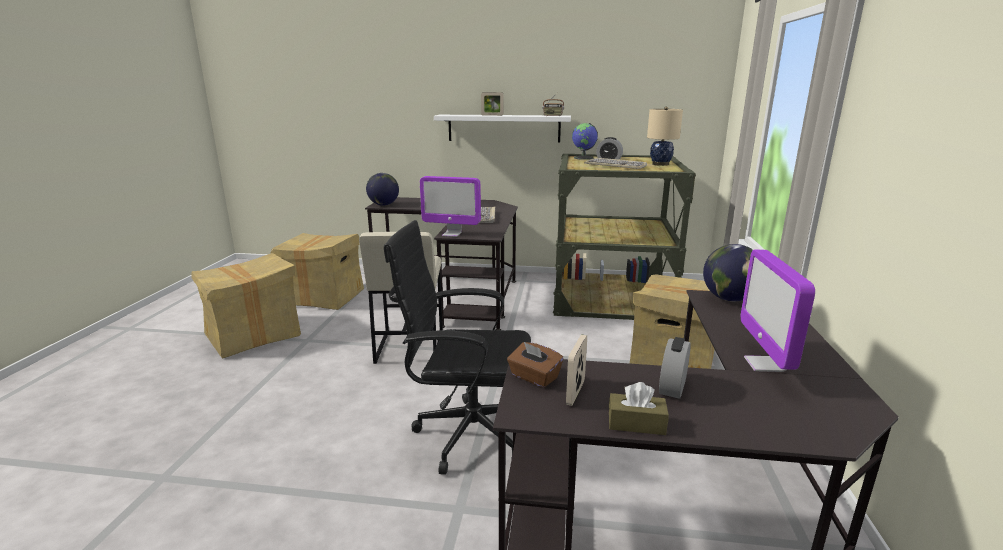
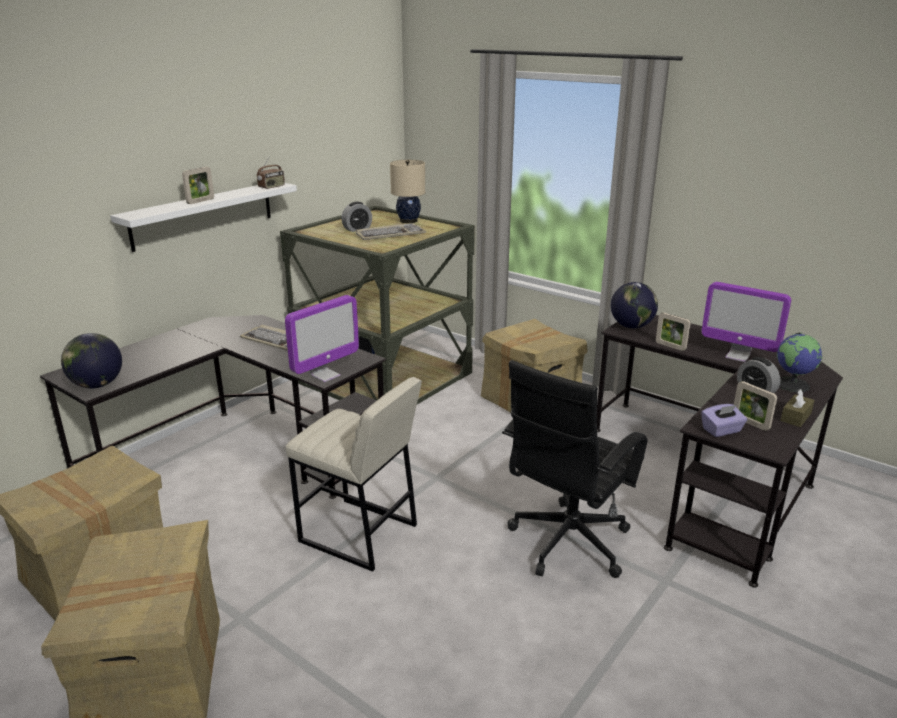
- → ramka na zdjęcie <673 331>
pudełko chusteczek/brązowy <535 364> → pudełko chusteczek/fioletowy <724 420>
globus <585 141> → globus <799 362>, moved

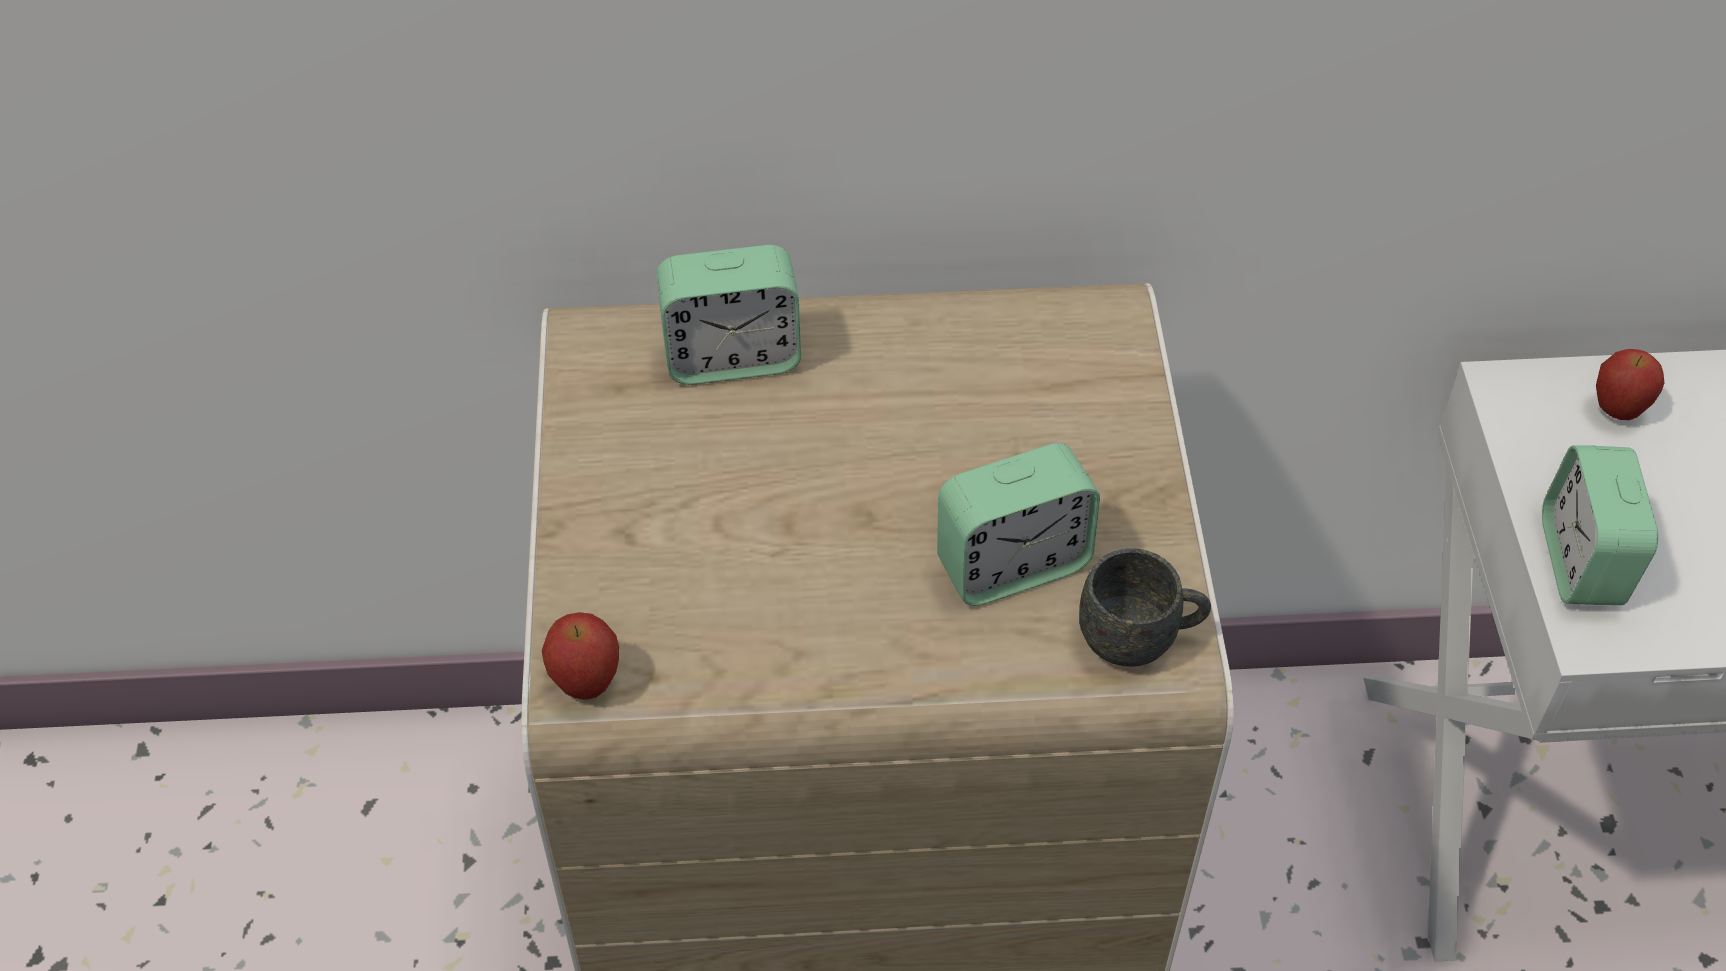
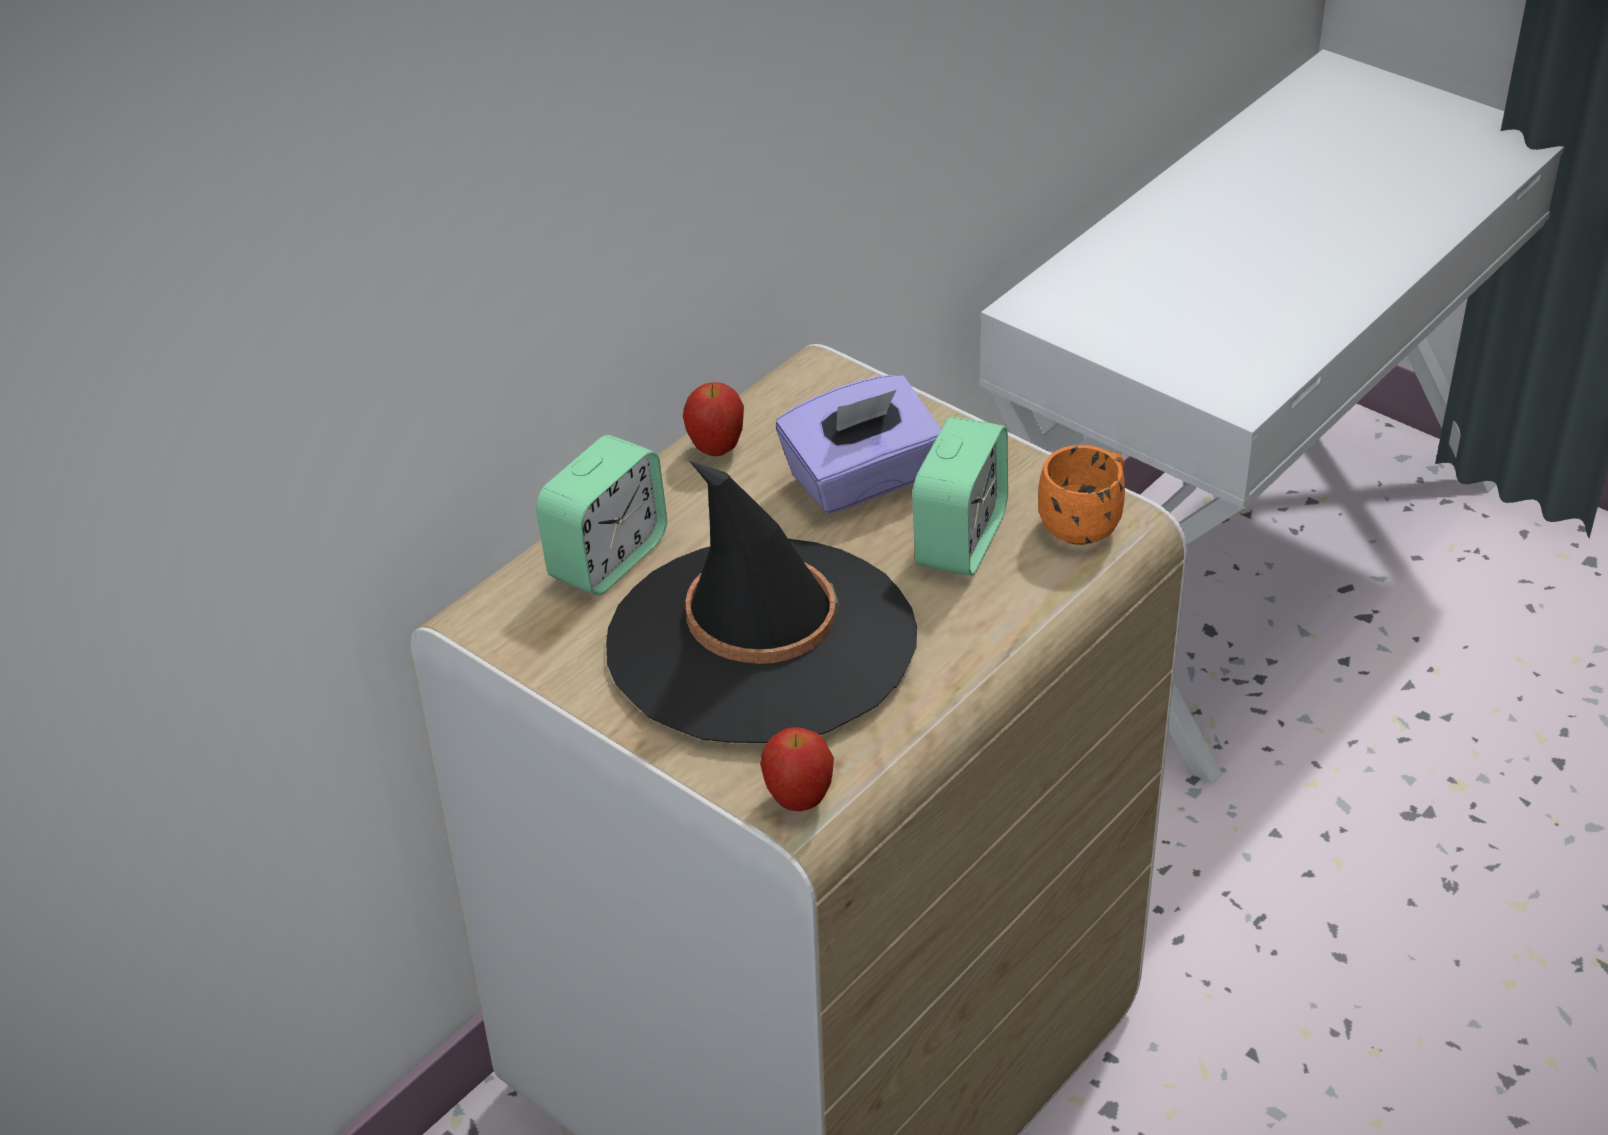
- → kapelusz/czarny <761 602>
jabłko <1630 384> → jabłko <713 419>, moved
- → pudełko chusteczek/fioletowy <858 444>
kubek/szary <1145 607> → kubek/pomarańczowy <1081 495>
budzik <1600 525> → -

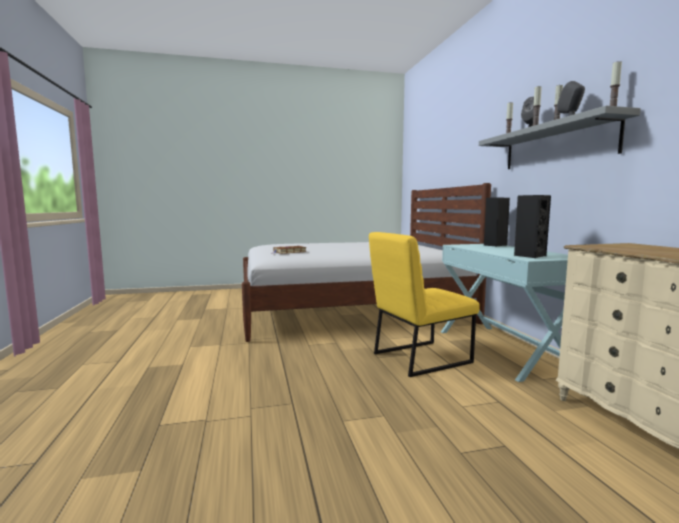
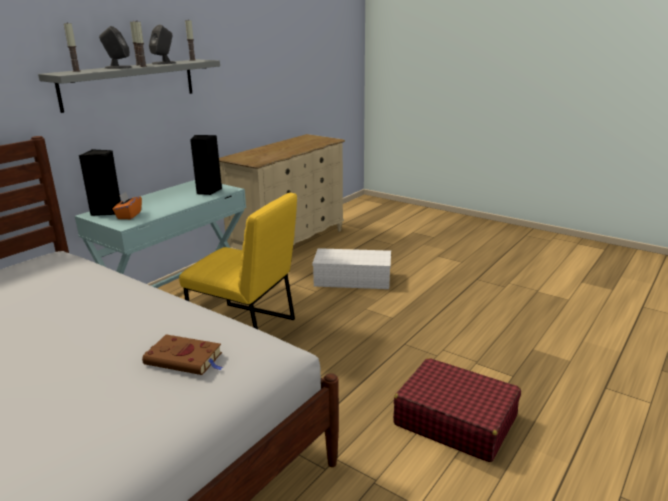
- → pudełko chusteczek/pomarańczowy <127 205>
- → pojemnik do przechowywania/biały <351 268>
- → walizka/czerwony <457 410>

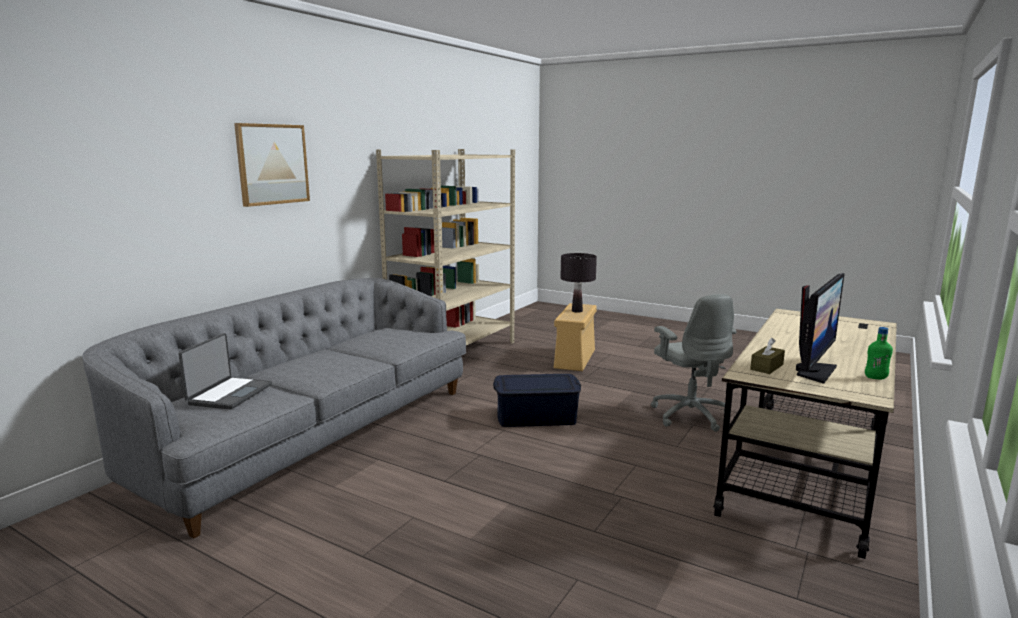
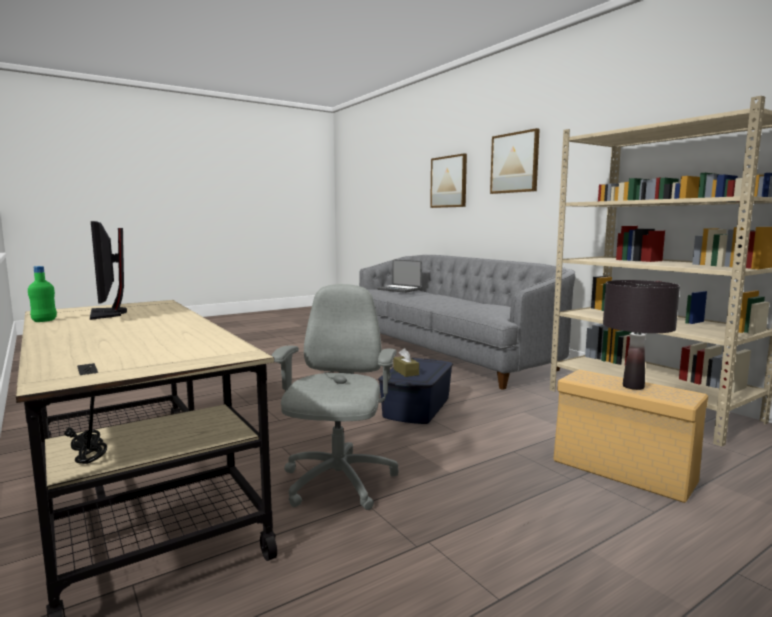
krzesło biurowe/szary <694 363> → krzesło biurowe/szary <335 397>, 90 degrees clockwise
pudełko chusteczek/brązowy <767 356> → pudełko chusteczek/brązowy <406 362>, moved
- → obraz <448 180>

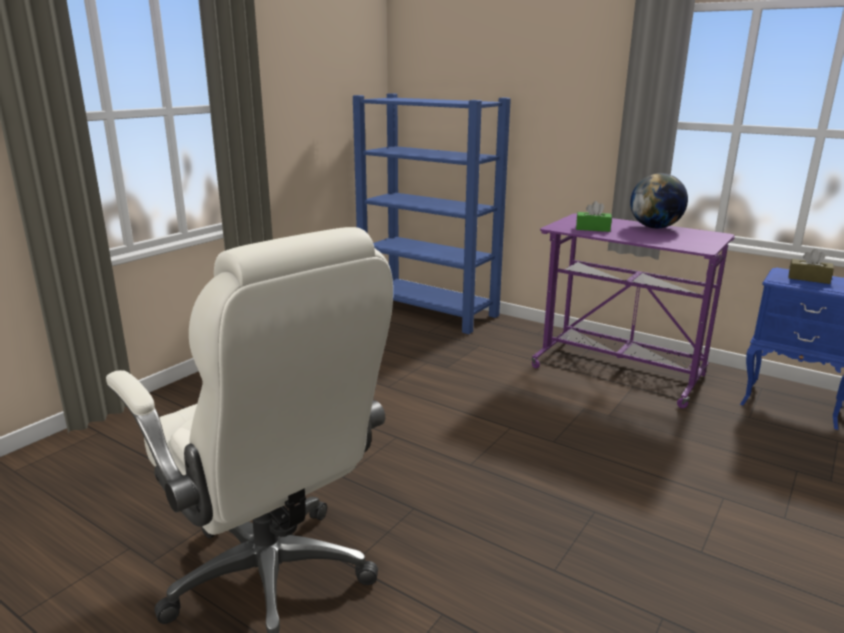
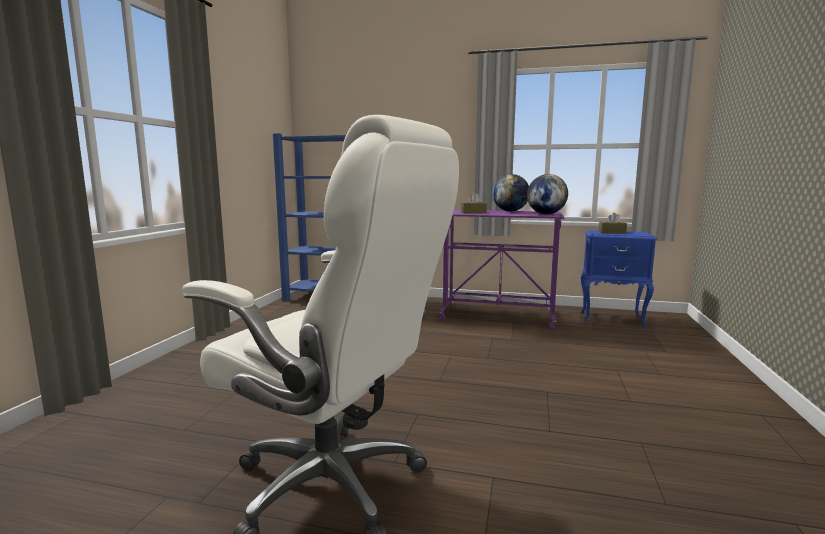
pudełko chusteczek/zielony <594 216> → pudełko chusteczek/brązowy <474 203>
- → globus <547 194>

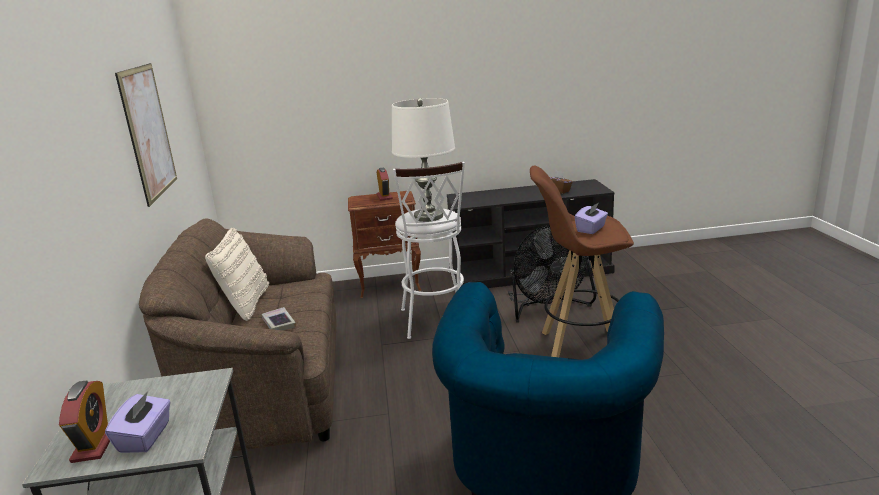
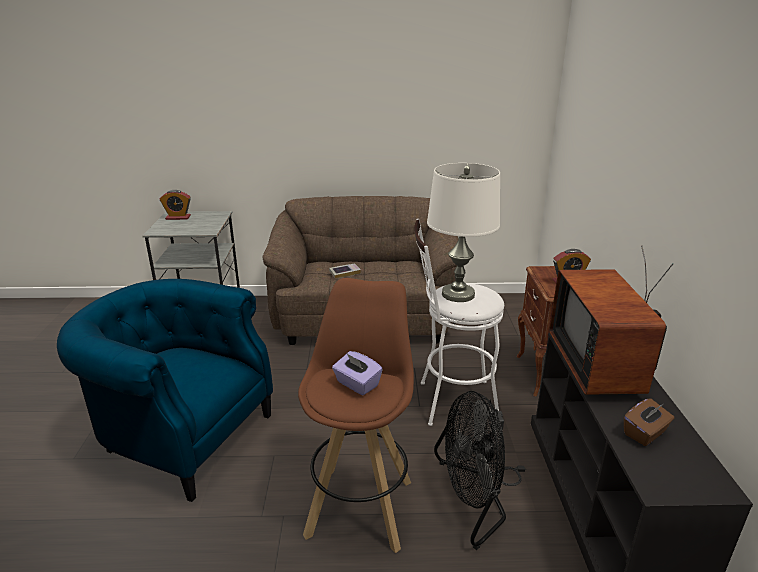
- → telewizor <611 320>
pudełko chusteczek/fioletowy <138 422> → -
obraz <146 135> → -
poduszka/beżowy <237 274> → -

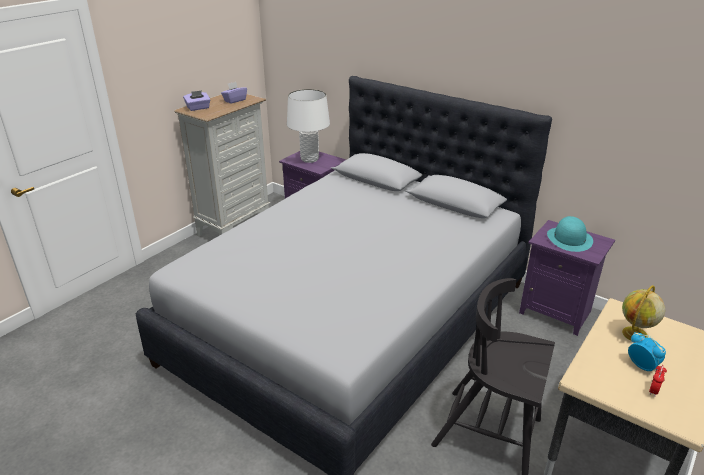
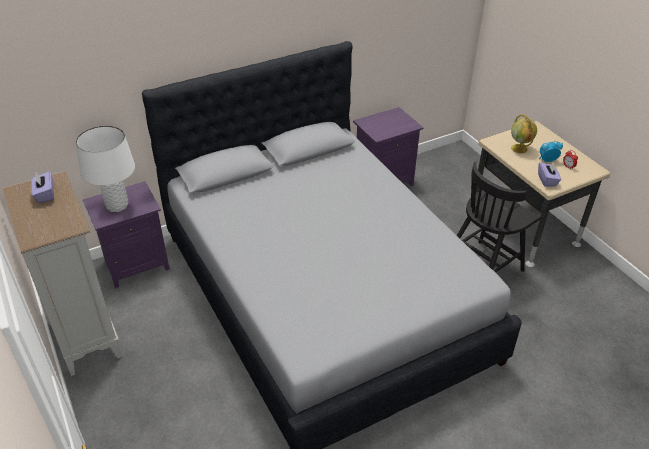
pudełko chusteczek/fioletowy <196 100> → pudełko chusteczek/fioletowy <549 174>, moved
kapelusz/turkusowy <570 234> → -

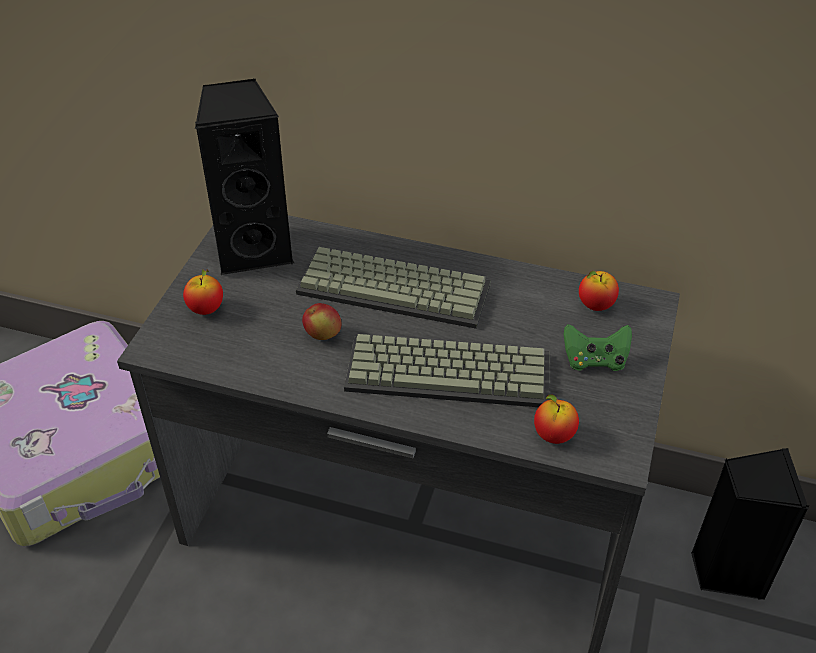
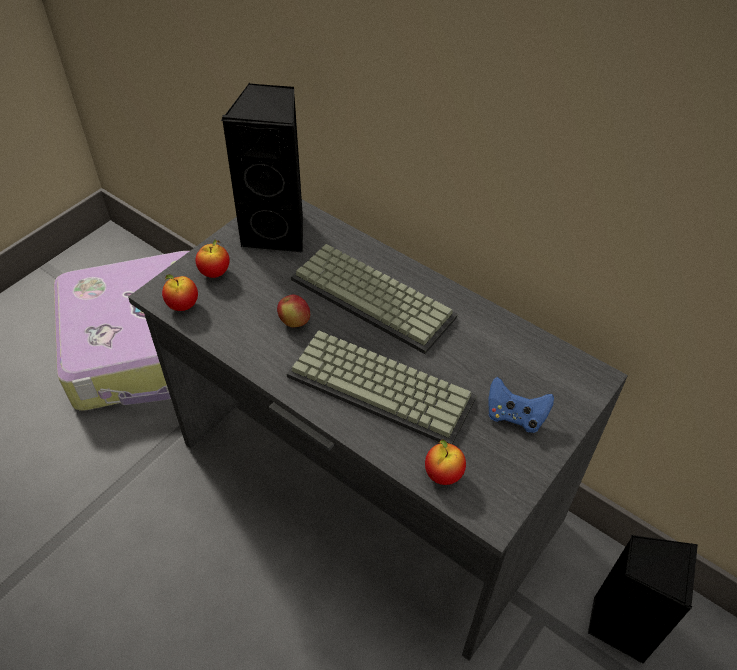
jabłko <599 291> → jabłko <180 292>, moved
pad do gier/zielony <598 347> → pad do gier/niebieski <521 405>

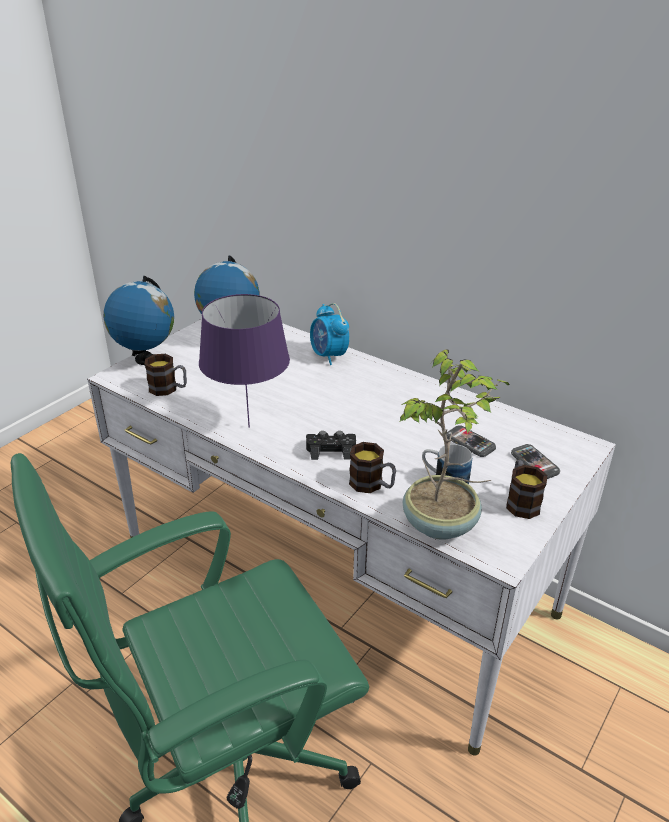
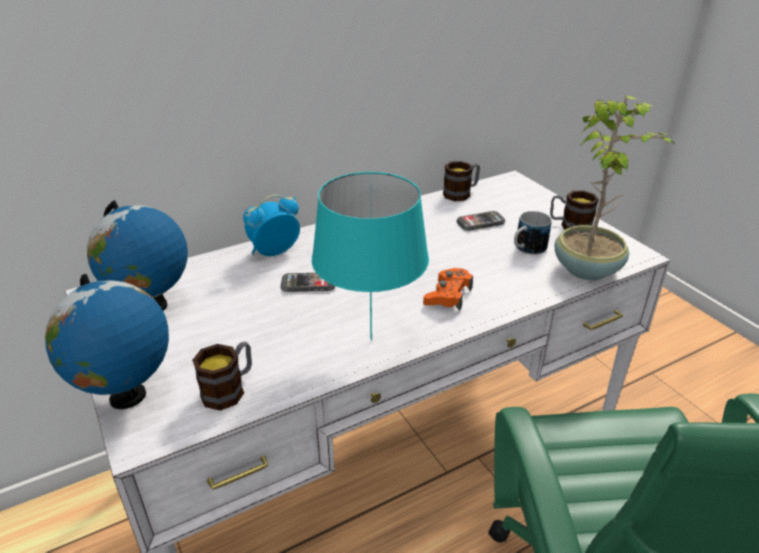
budzik <329 334> → budzik <271 225>, 150 degrees clockwise
telefon <535 461> → telefon <308 282>, moved
lampa stołowa/fioletowy <244 361> → lampa stołowa/turkusowy <370 256>
pad do gier/czarny <331 445> → pad do gier/pomarańczowy <448 289>
kubek <372 467> → kubek <461 181>, moved

